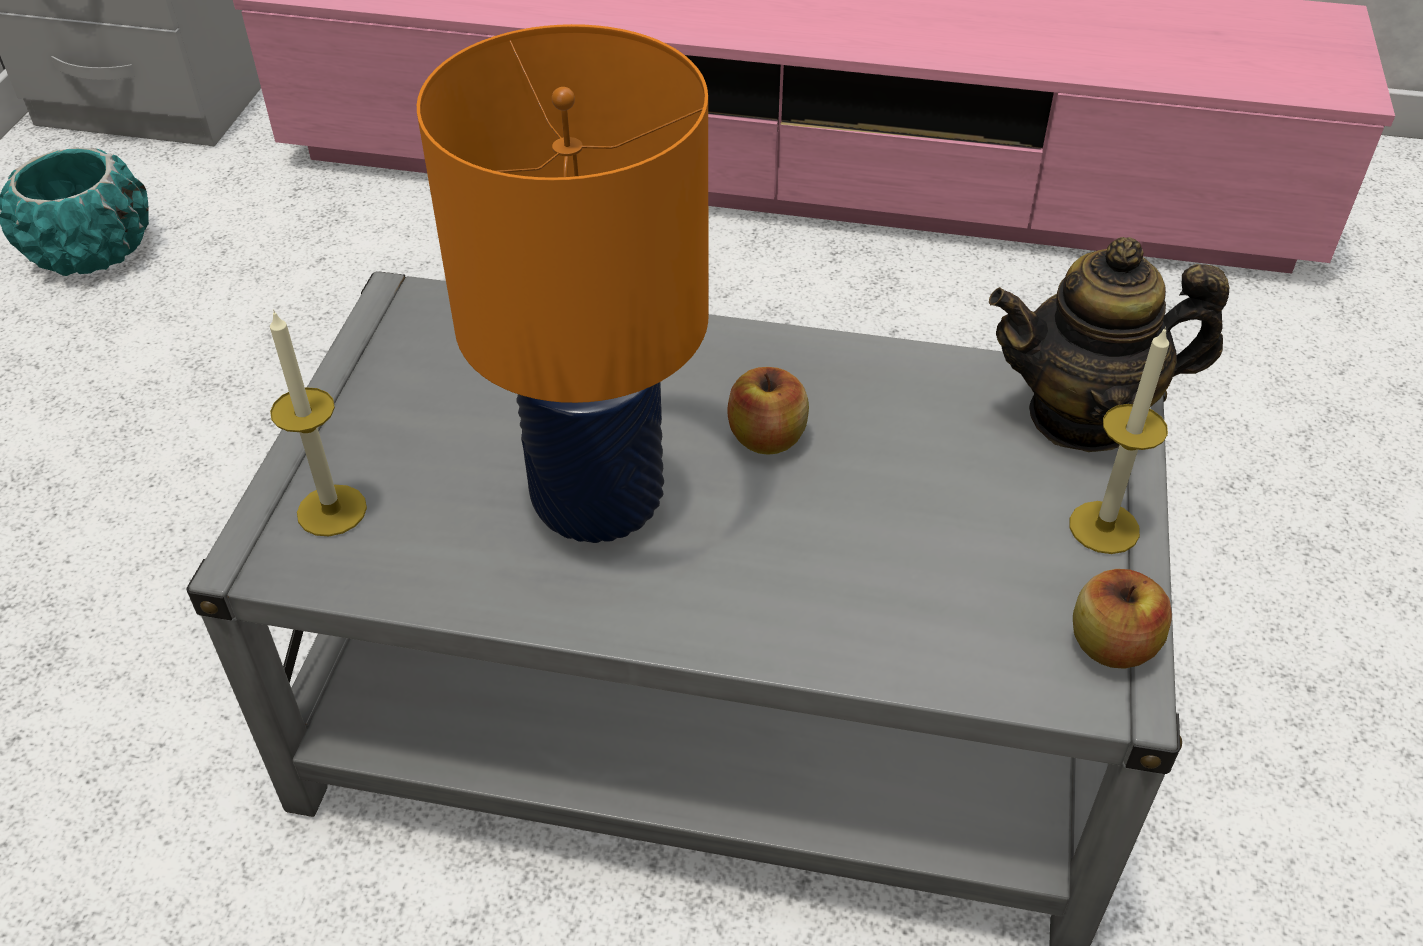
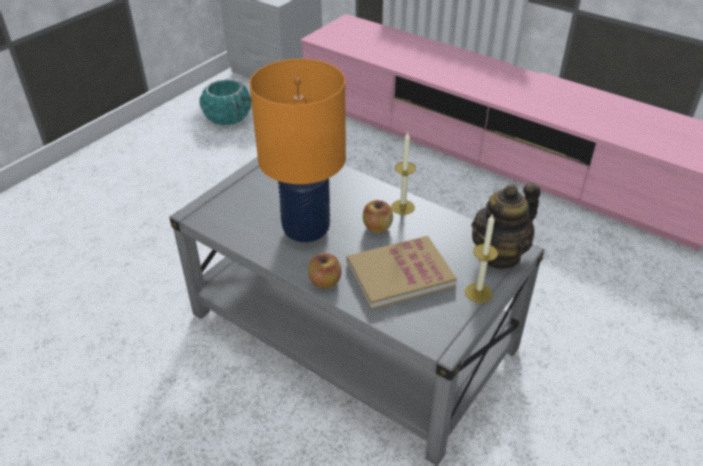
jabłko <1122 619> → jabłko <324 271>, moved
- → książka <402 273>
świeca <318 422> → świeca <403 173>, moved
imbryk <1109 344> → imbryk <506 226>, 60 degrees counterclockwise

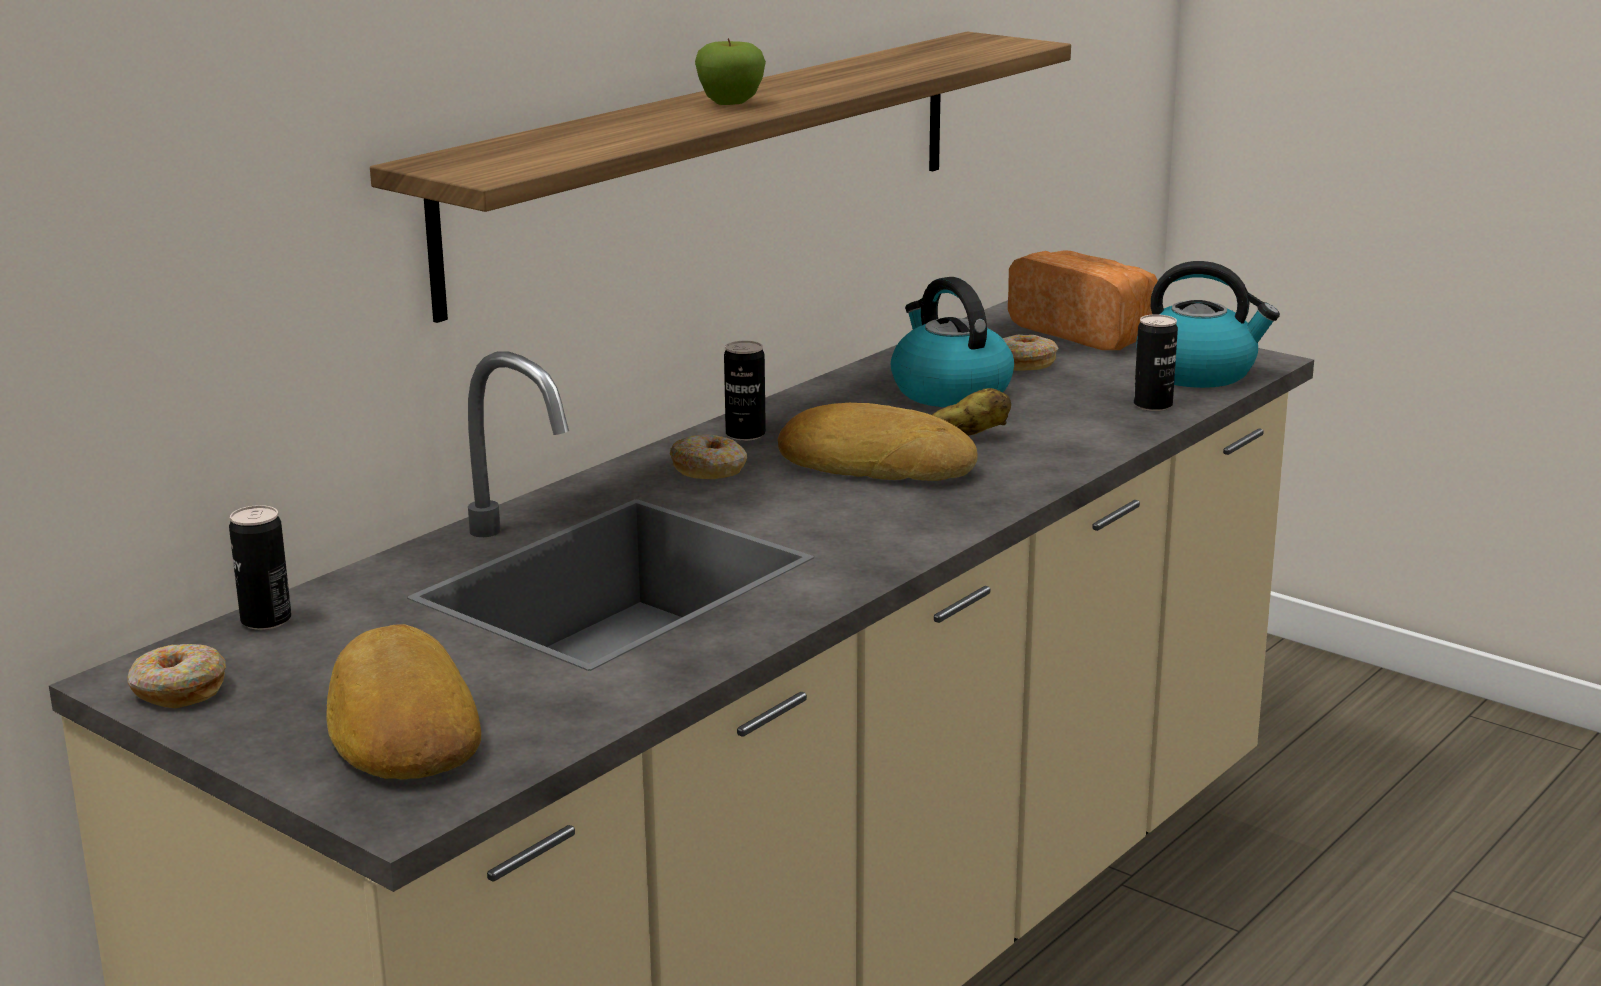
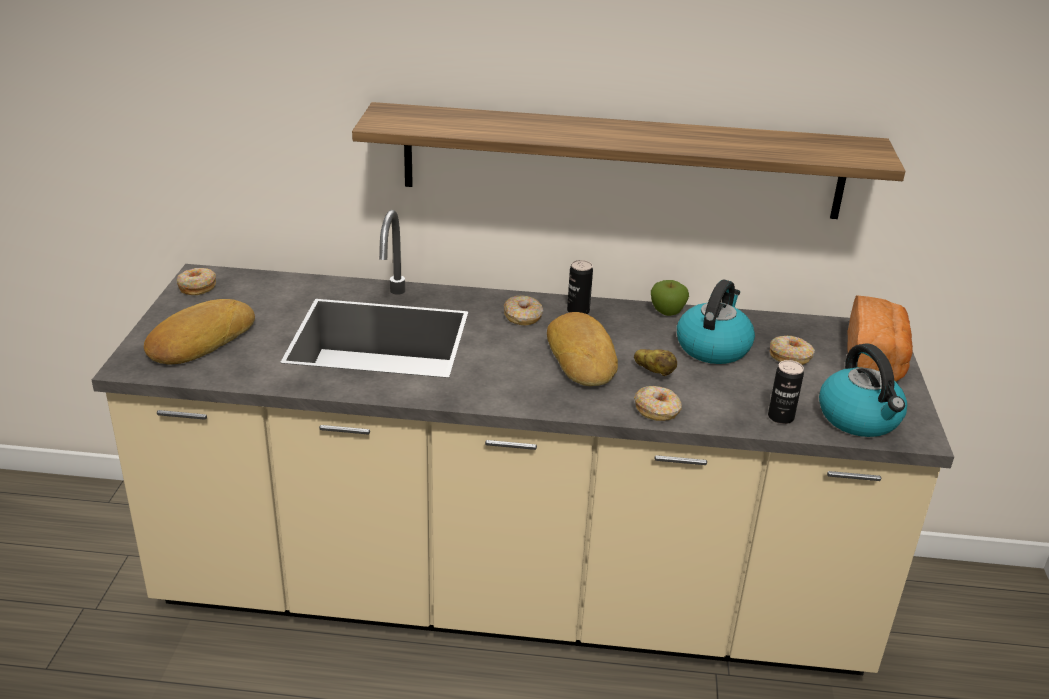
- → donut <658 403>
jabłko <730 71> → jabłko <670 298>, moved
puszka <260 567> → -

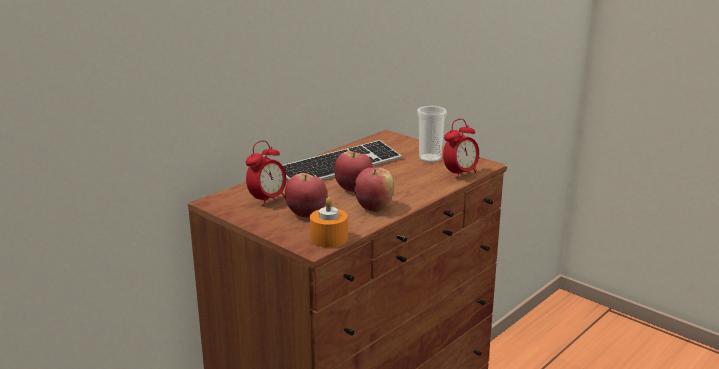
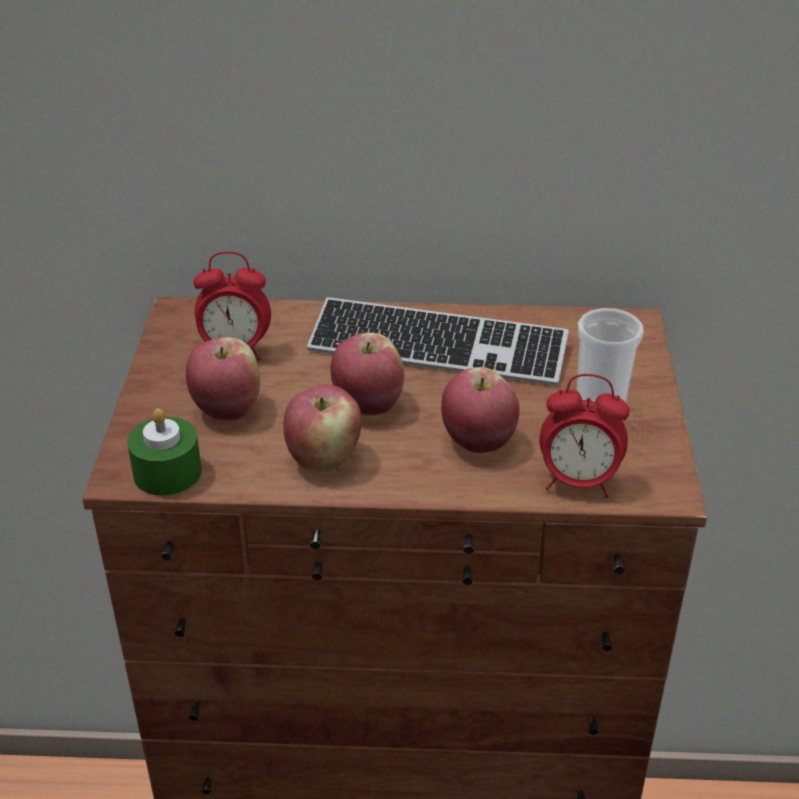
świeca/pomarańczowy <329 222> → świeca/zielony <164 452>
- → jabłko <480 410>

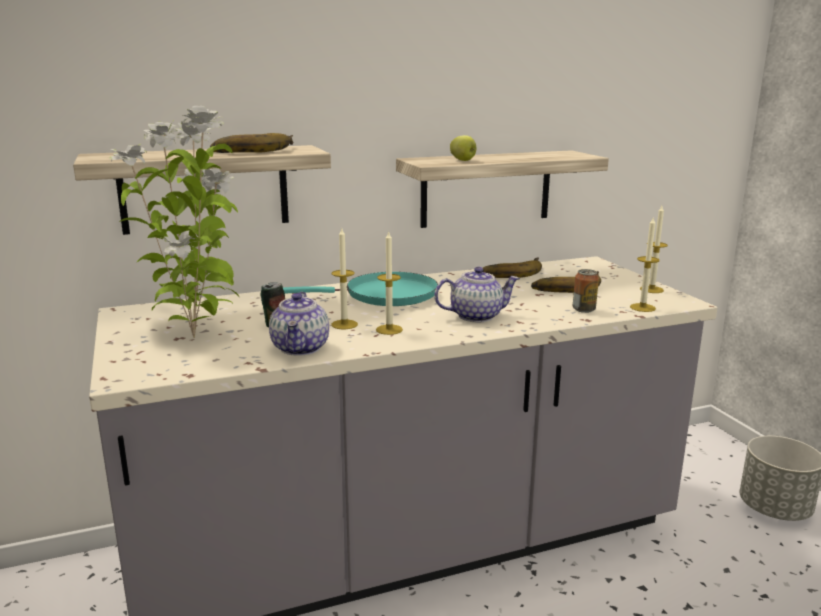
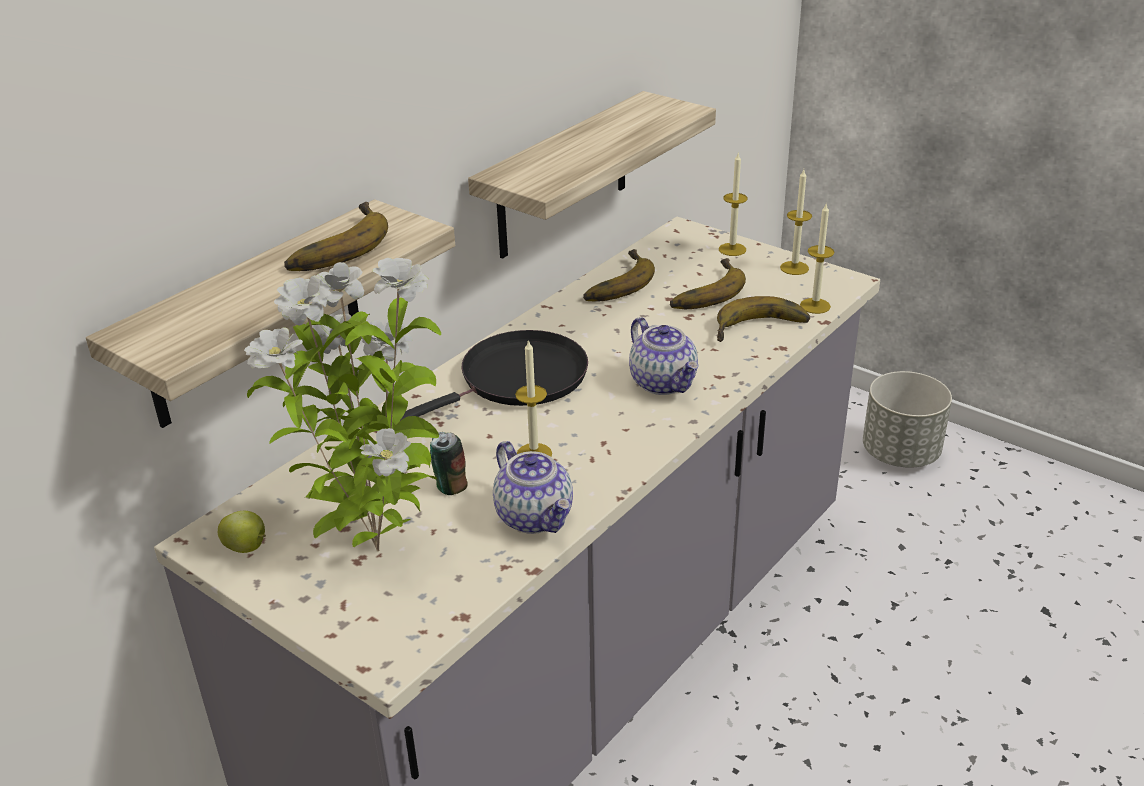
jabłko <463 148> → jabłko <242 532>, moved
patelnia/turkusowy <360 289> → patelnia/czarny <493 376>
imbryk <477 295> → imbryk <664 356>, 105 degrees clockwise
puszka <586 291> → banan <763 319>
świeca <389 283> → świeca <733 204>, moved

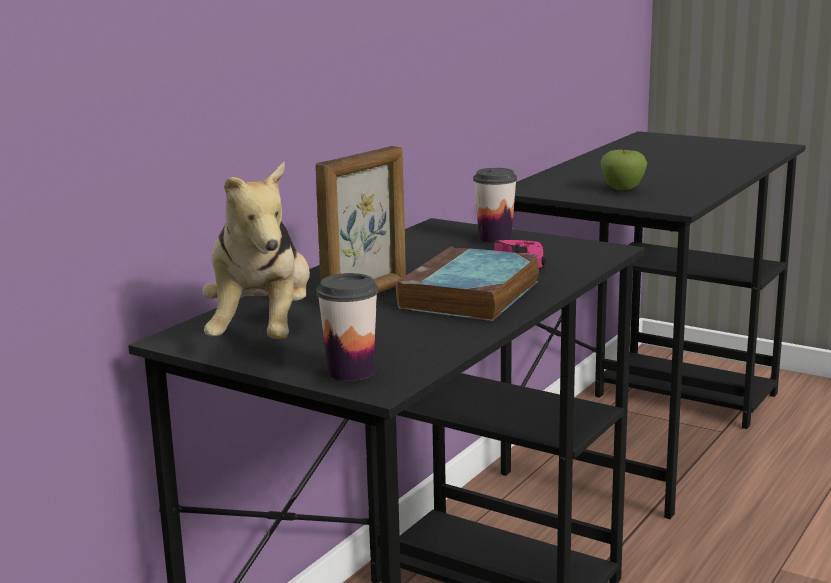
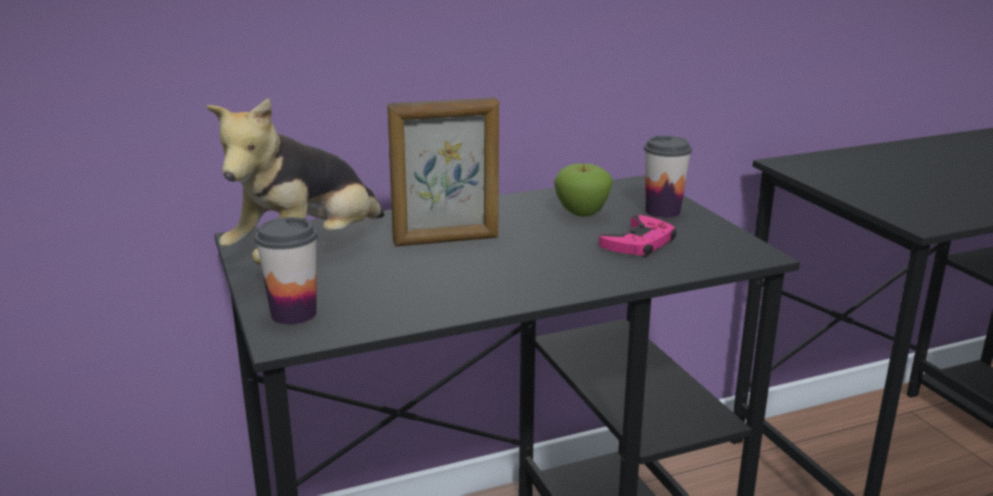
jabłko <623 169> → jabłko <583 190>, moved
książka <467 283> → -

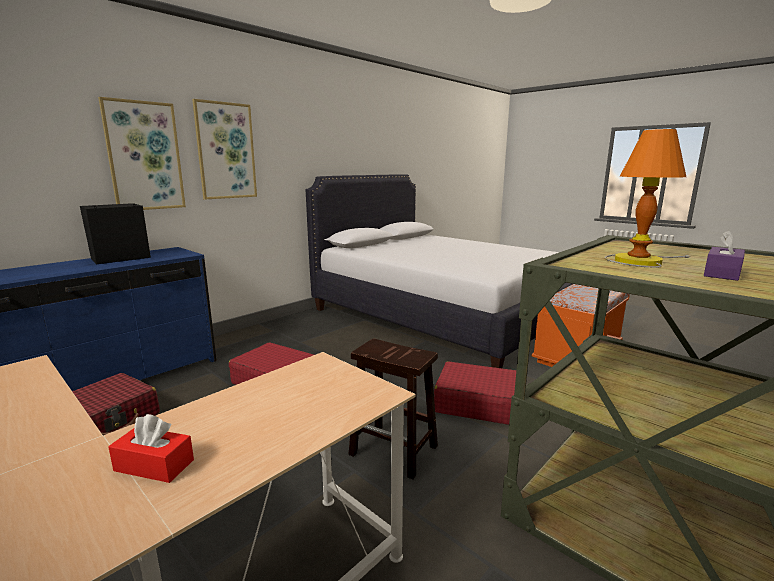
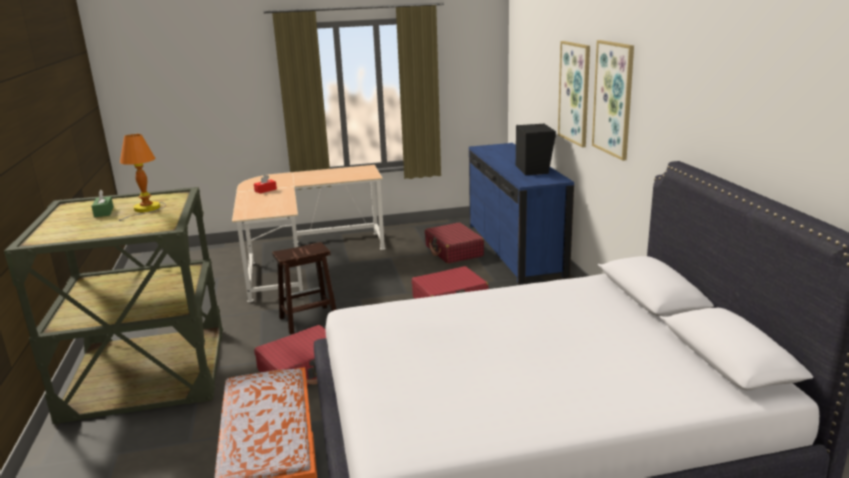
pudełko chusteczek/fioletowy <724 255> → pudełko chusteczek/zielony <103 203>

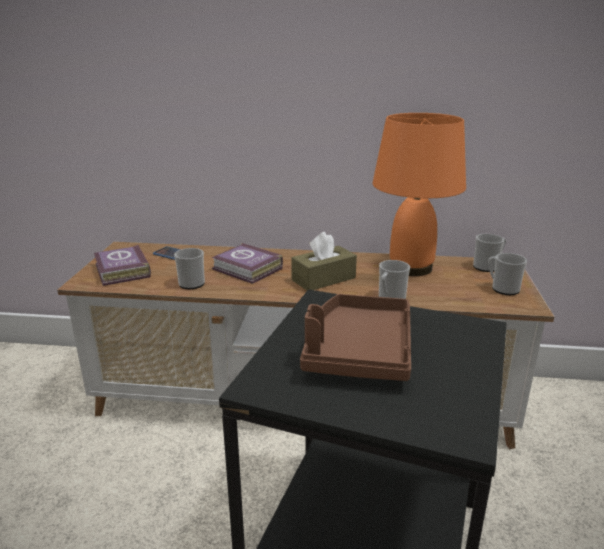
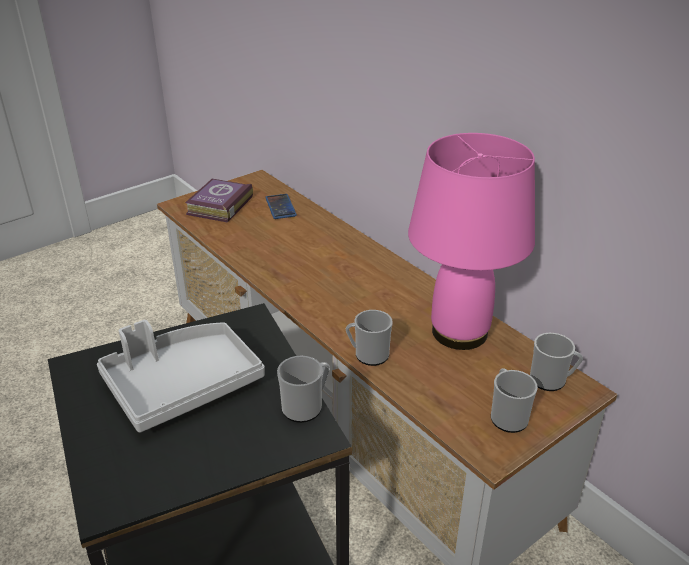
taca/brązowy <355 337> → taca/szary <181 376>
kubek <189 268> → kubek <303 389>, moved
lampa stołowa/pomarańczowy <419 194> → lampa stołowa/różowy <471 241>
książka <247 263> → -
pudełko chusteczek/brązowy <324 261> → -

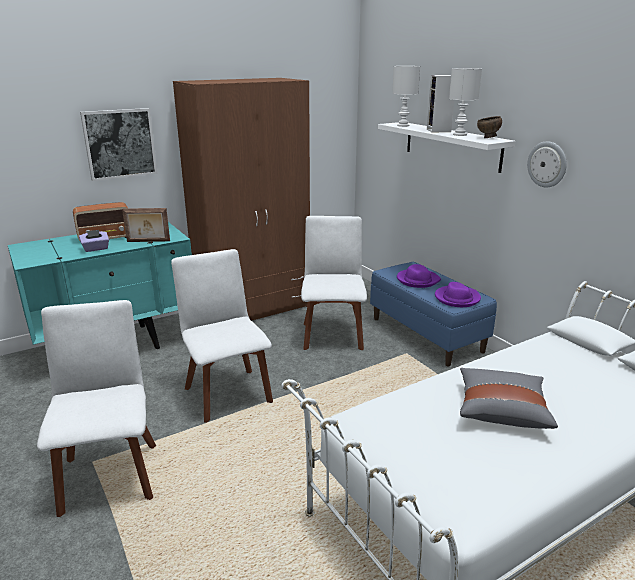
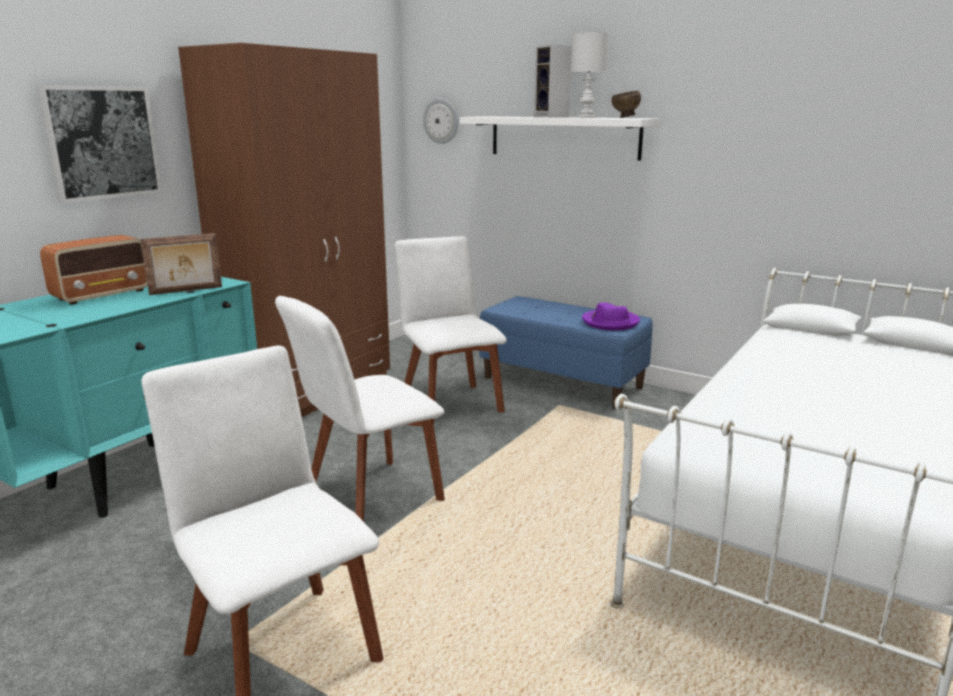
krzesło/biały <222 336> → krzesło/biały <360 409>, 75 degrees counterclockwise
zegar ścienny <547 164> → zegar ścienny <440 121>, moved
pudełko chusteczek/fioletowy <94 241> → -
lampa stołowa/biały <406 96> → -
kapelusz/fioletowy <419 276> → -
poduszka/szary <509 398> → -

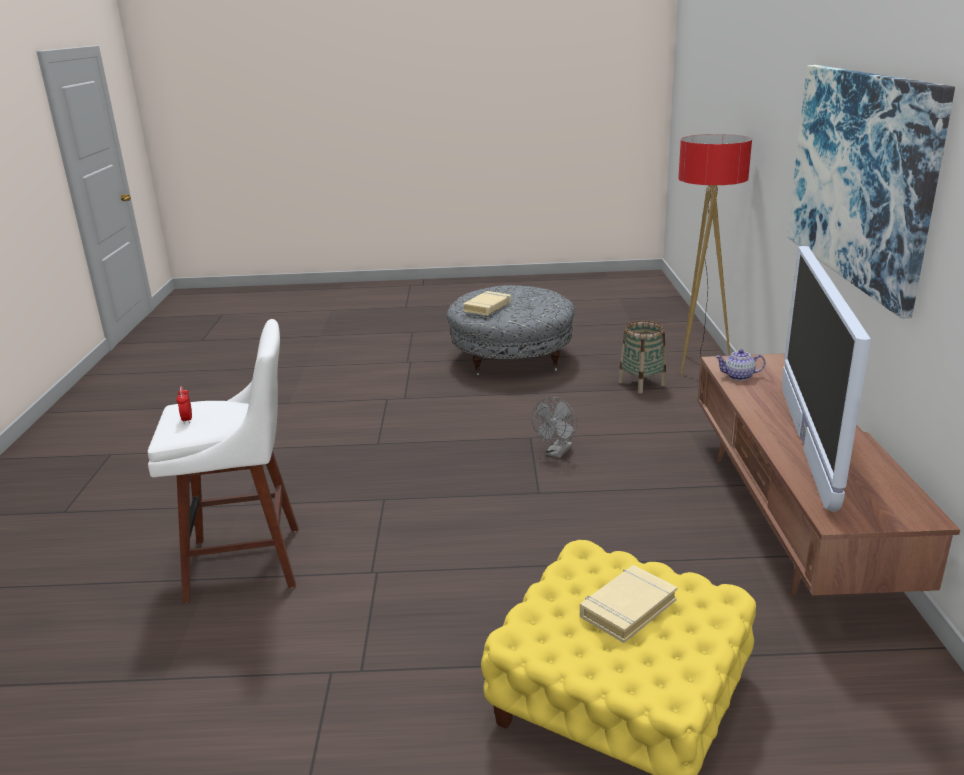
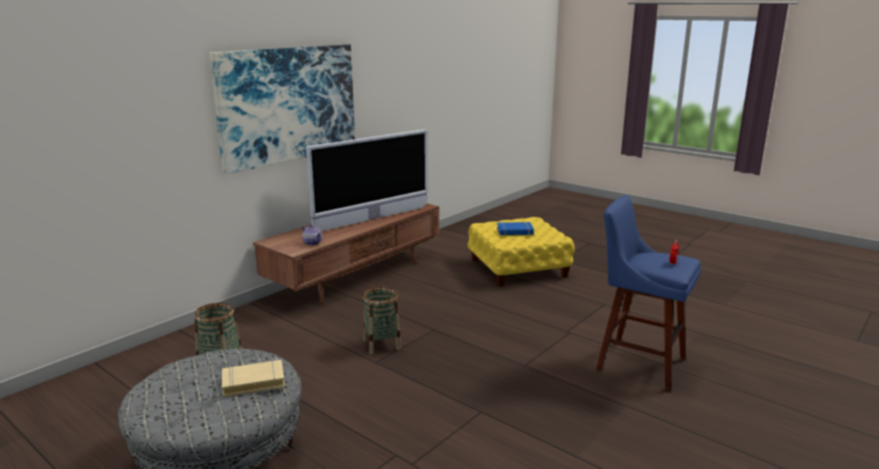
wentylator/szary <554 427> → koszyk <382 320>
książka/beżowy <628 604> → książka/niebieski <515 229>
stołek/biały <223 461> → stołek/niebieski <648 293>
lampa stojąca <715 254> → -

